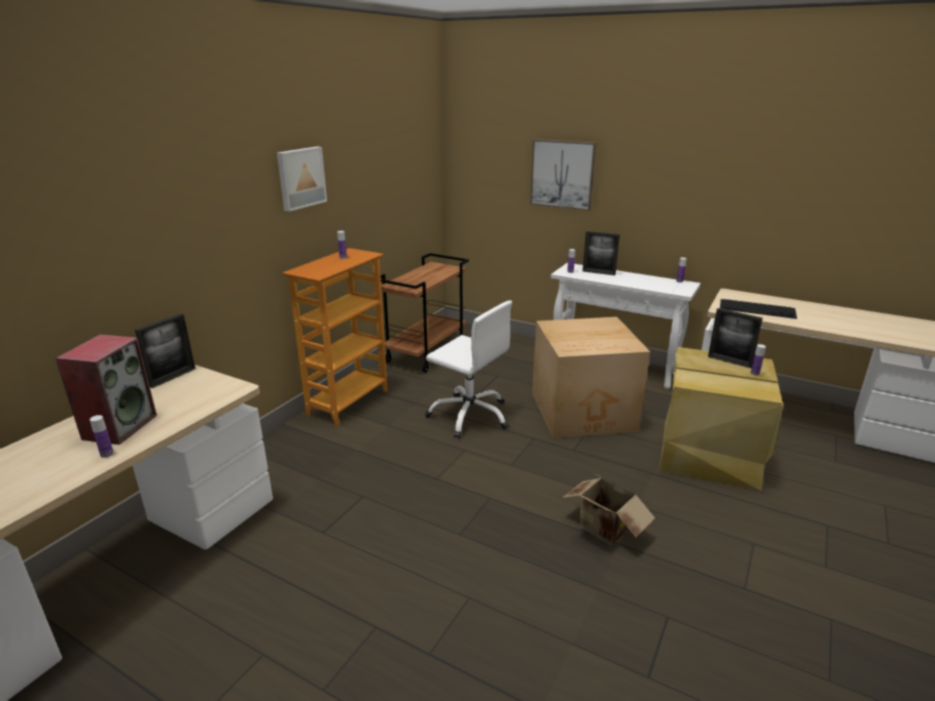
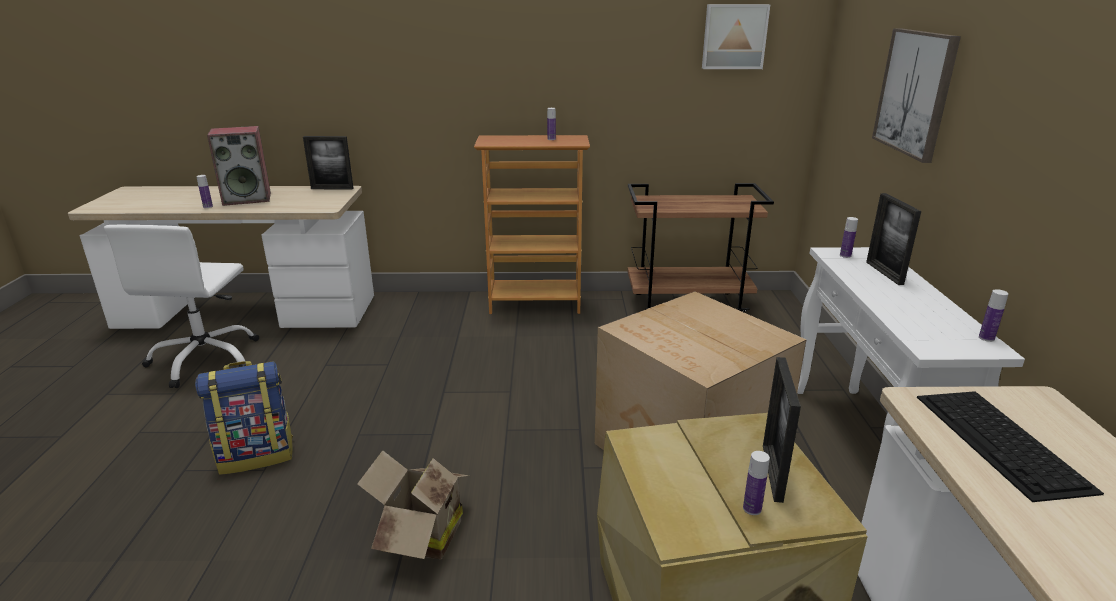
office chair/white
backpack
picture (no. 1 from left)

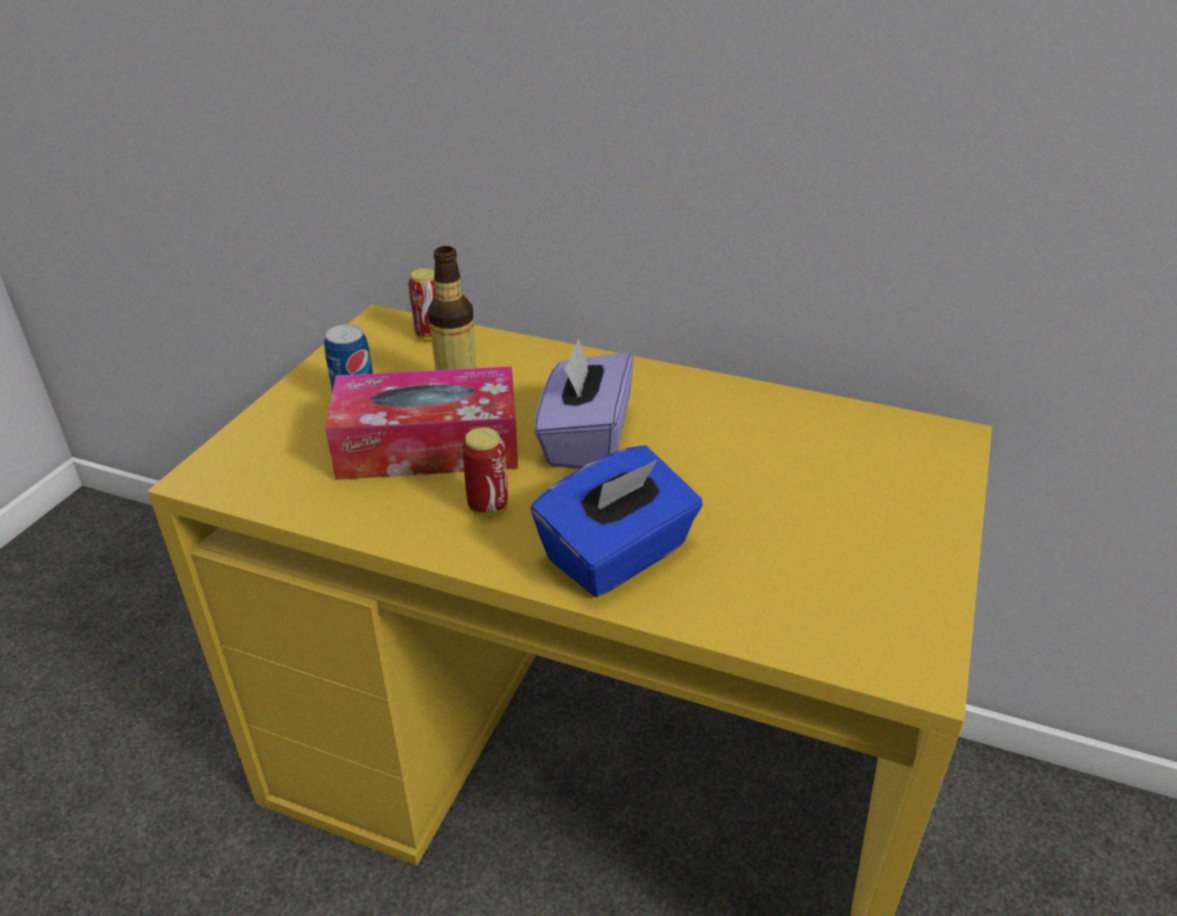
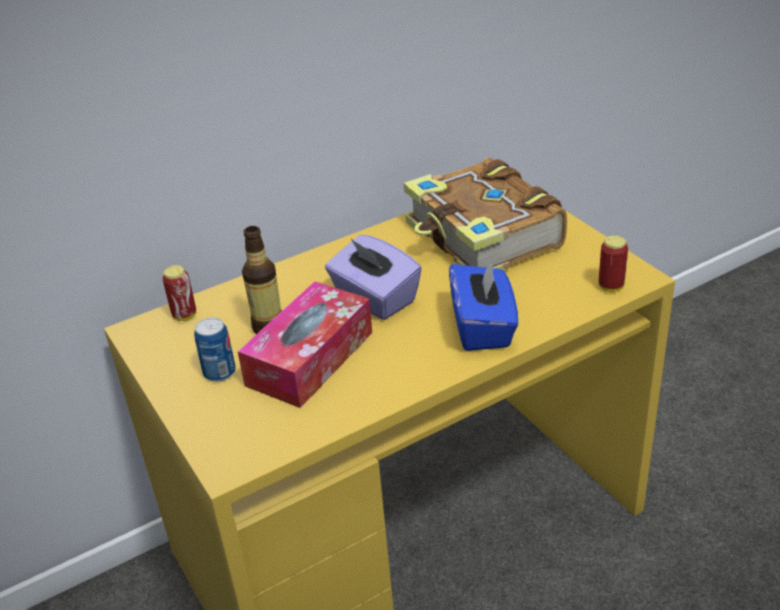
book
can (no. 3 from left)

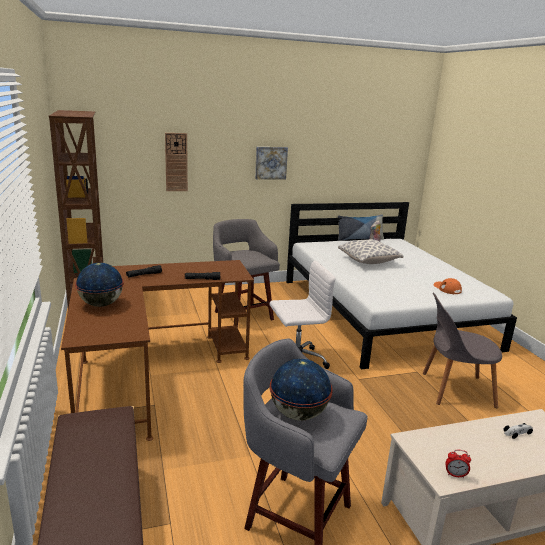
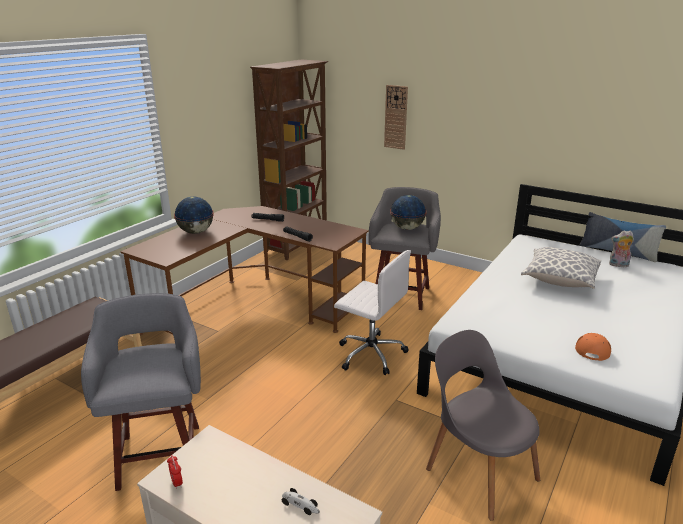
globe (no. 2 from left)
picture

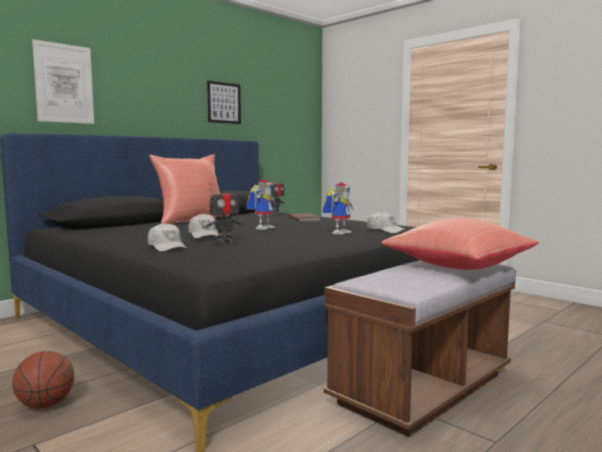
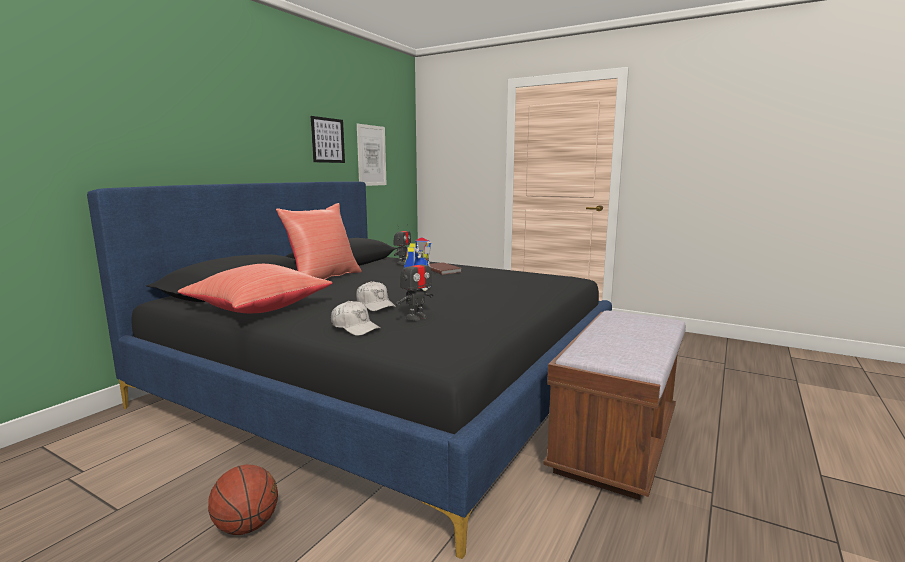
pillow/red (no. 1 from left)
picture (no. 2 from left)
toy robot (no. 4 from left in the first image)
cap/white (no. 3 from left in the first image)

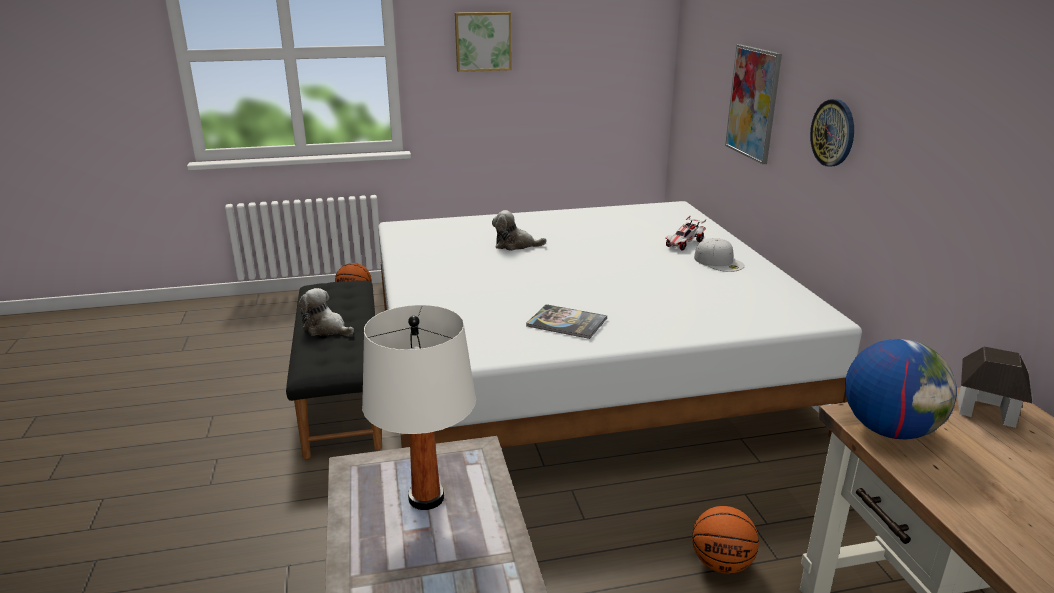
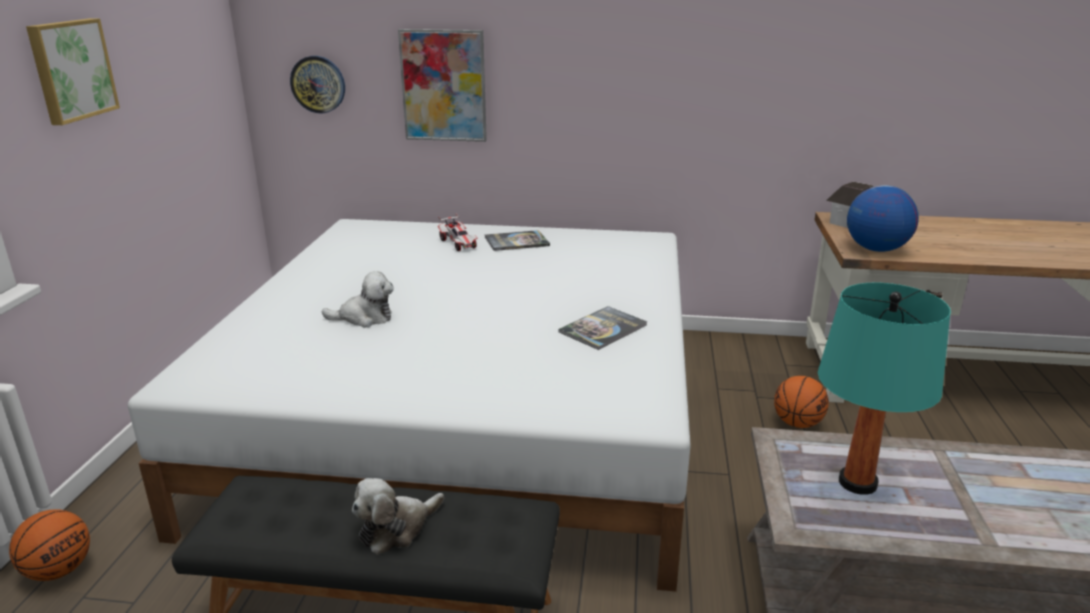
wall clock
plush toy (no. 1 from left)
book (no. 1 from left)
table lamp/turquoise

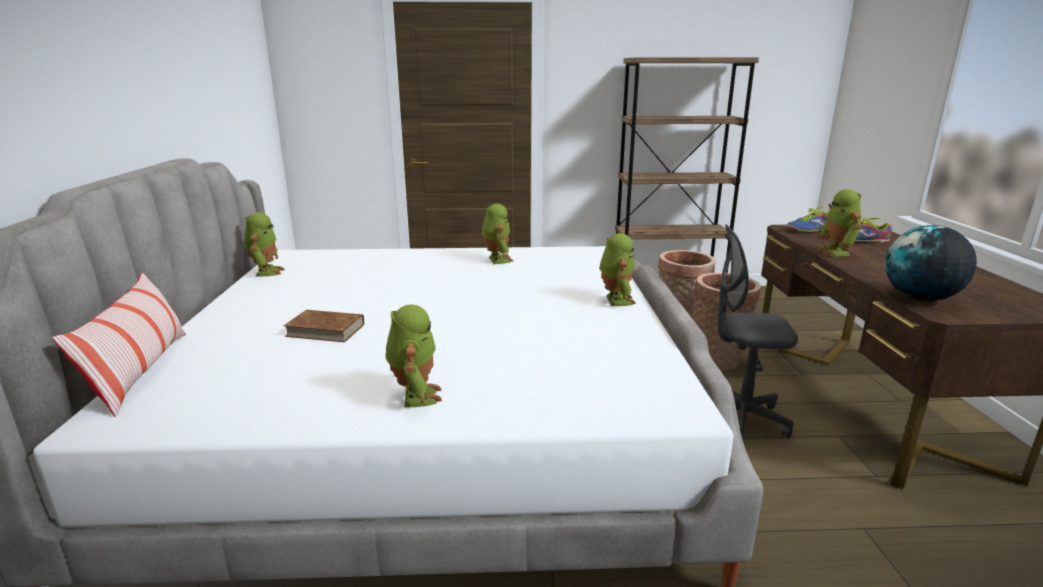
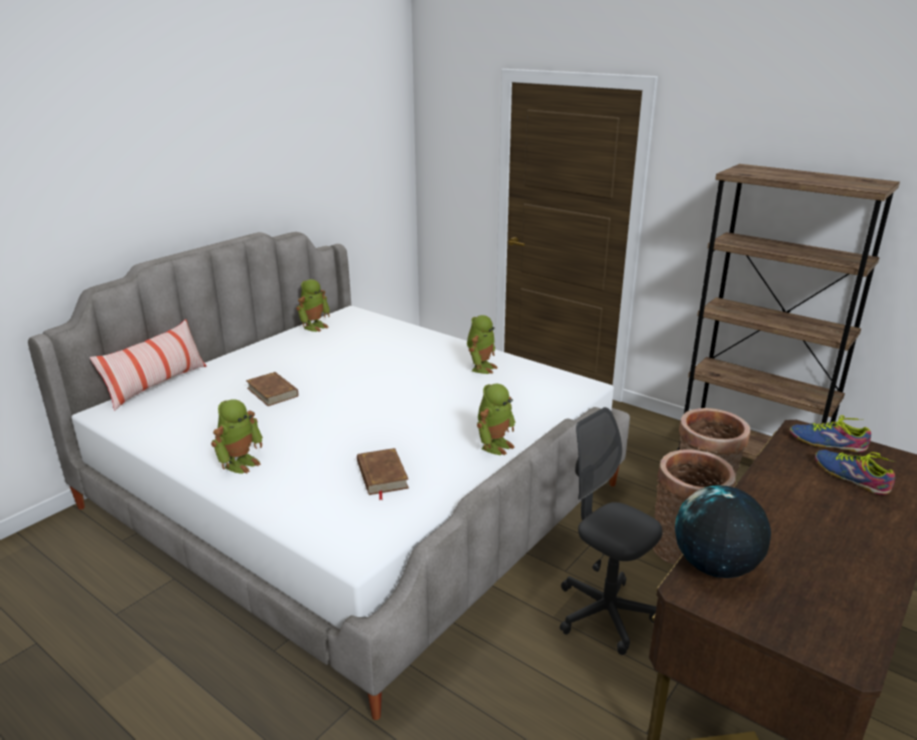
book/brown (no. 2 from left)
toy robot (no. 5 from left in the first image)

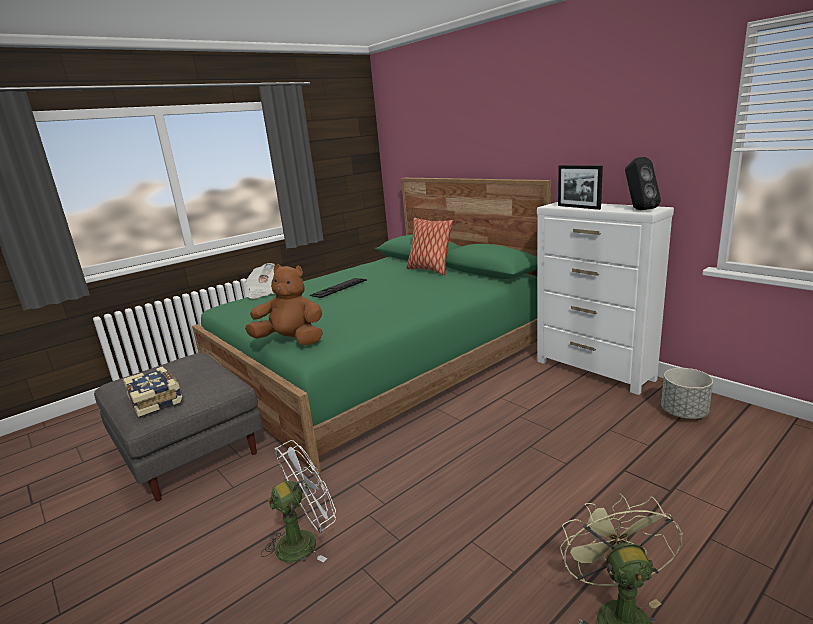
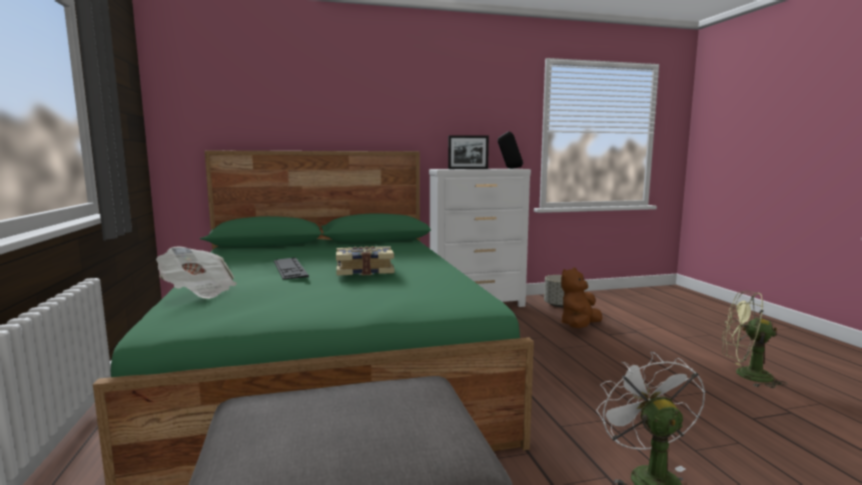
book
plush toy/brown
pillow

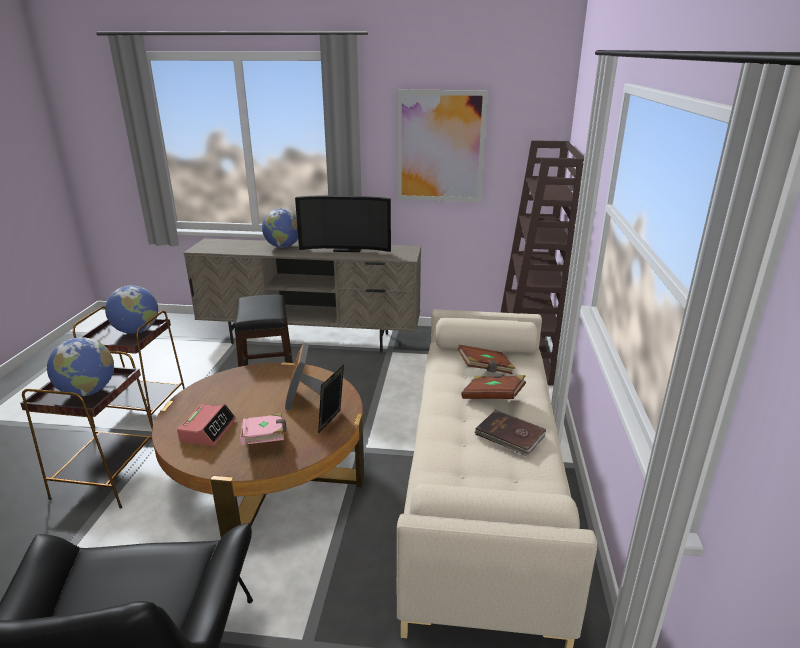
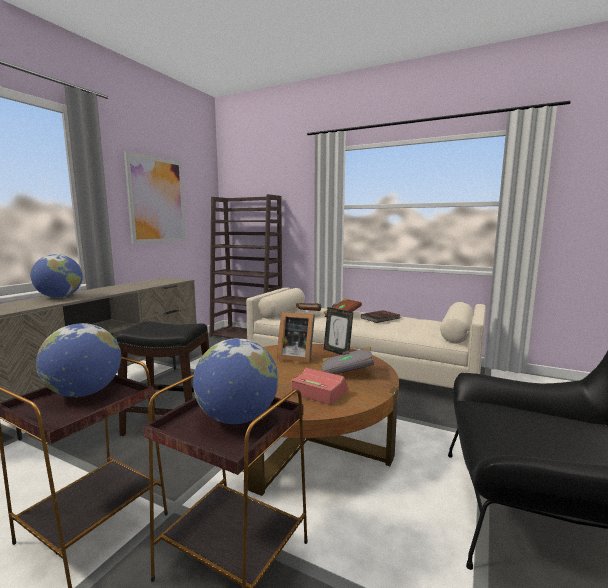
book/grey
television

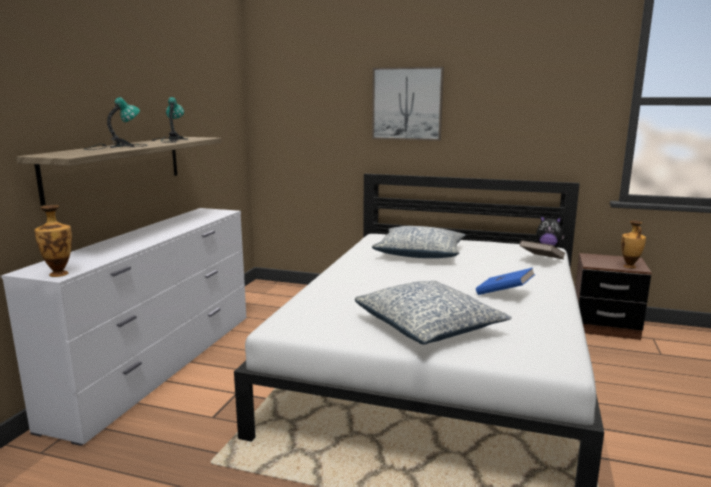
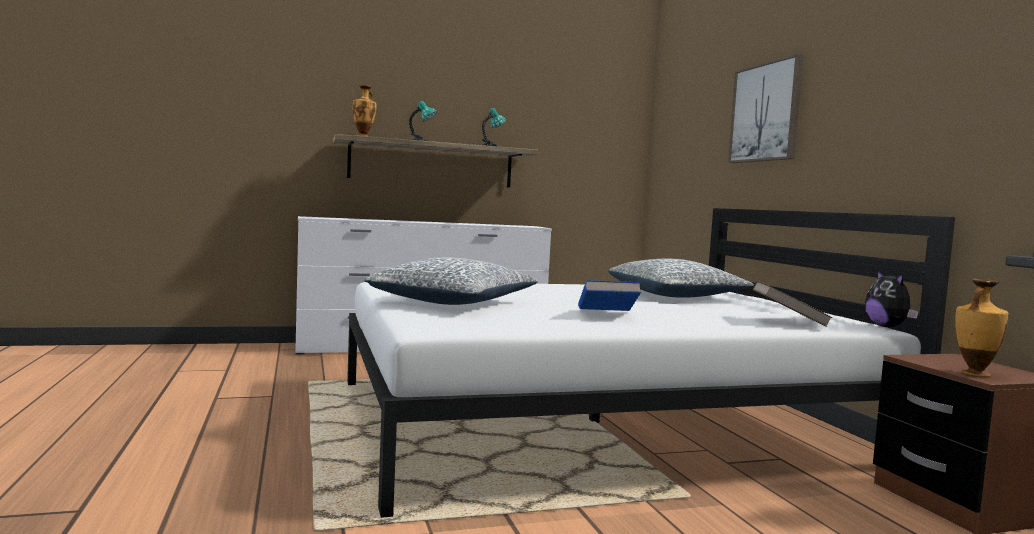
vase (no. 1 from left)

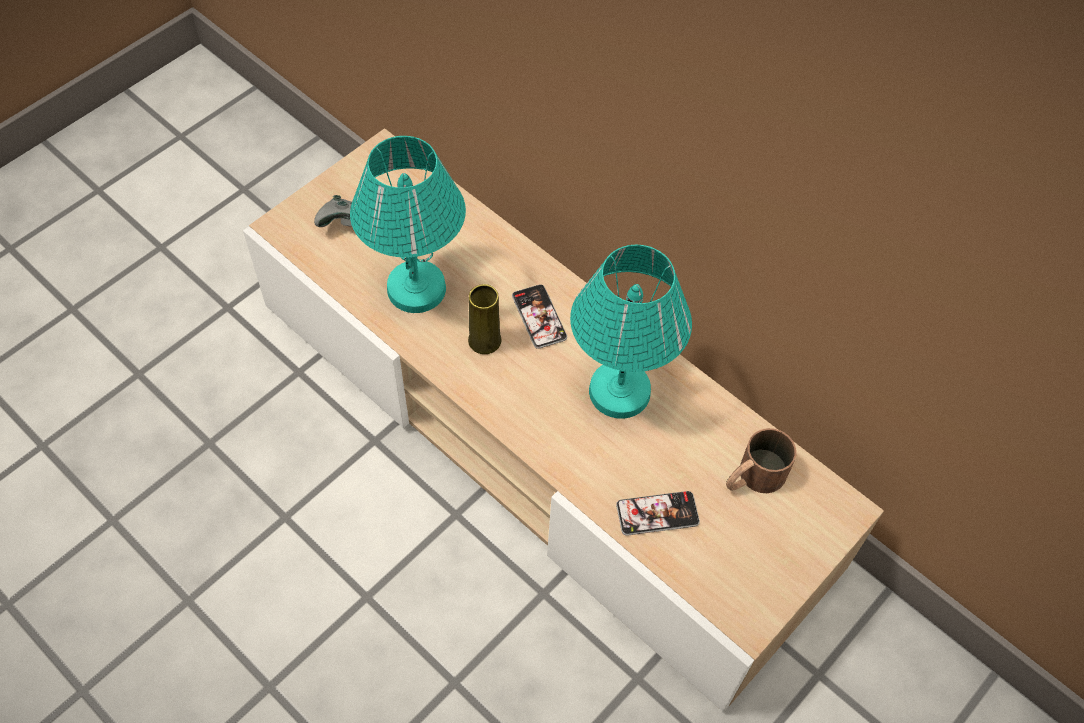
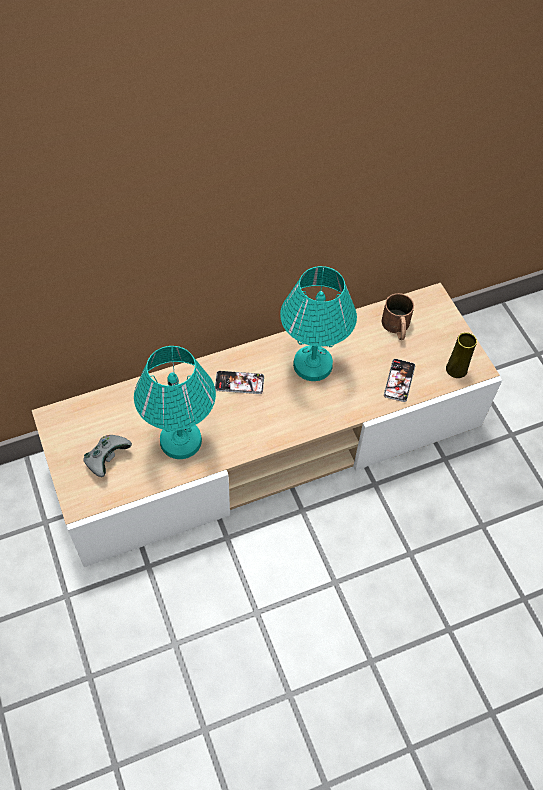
vase/yellow

